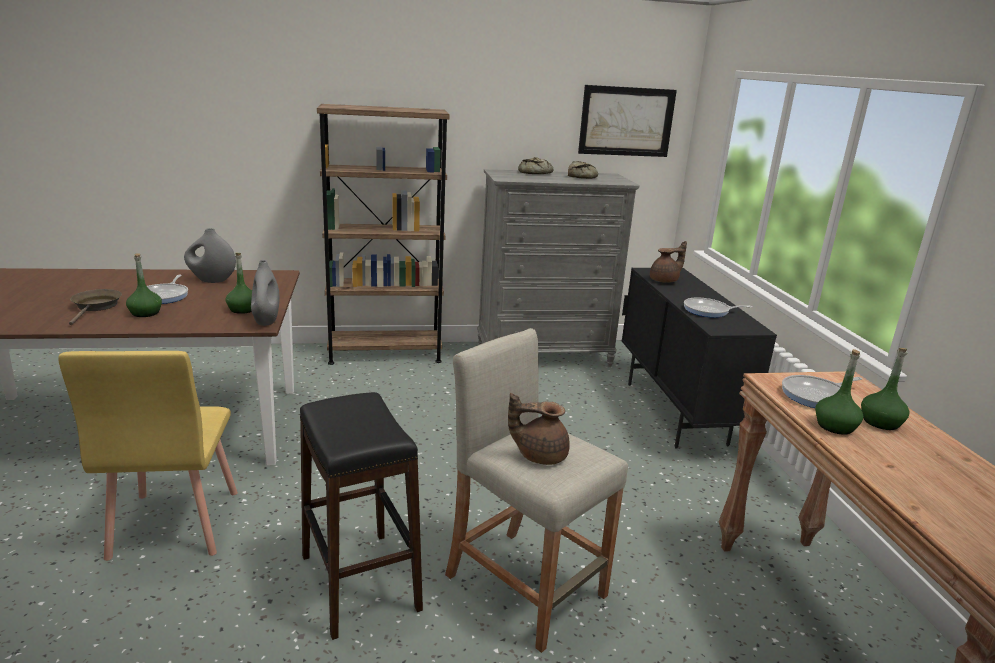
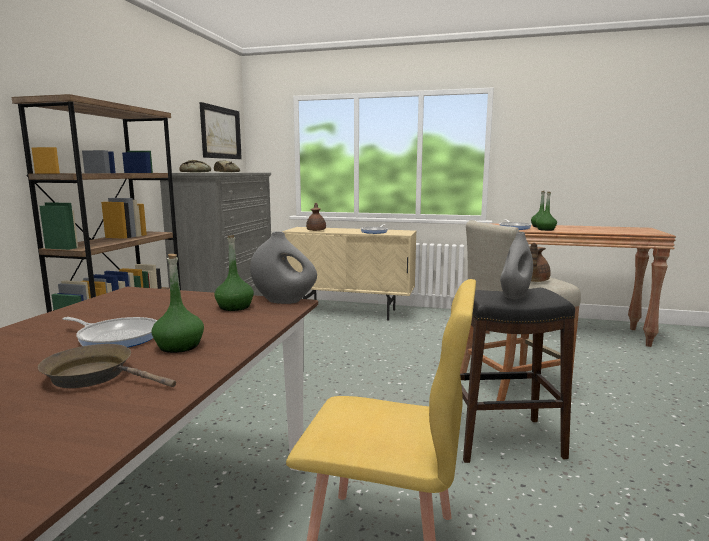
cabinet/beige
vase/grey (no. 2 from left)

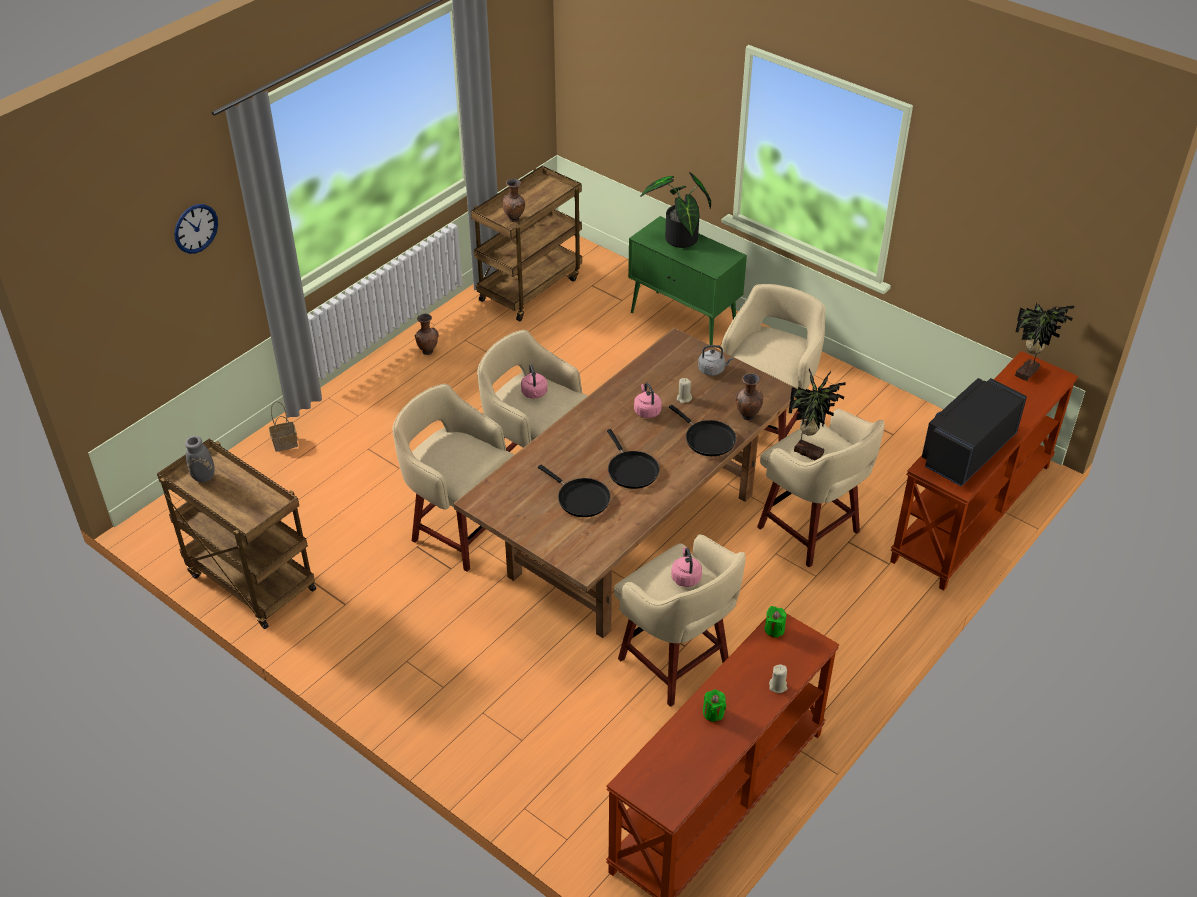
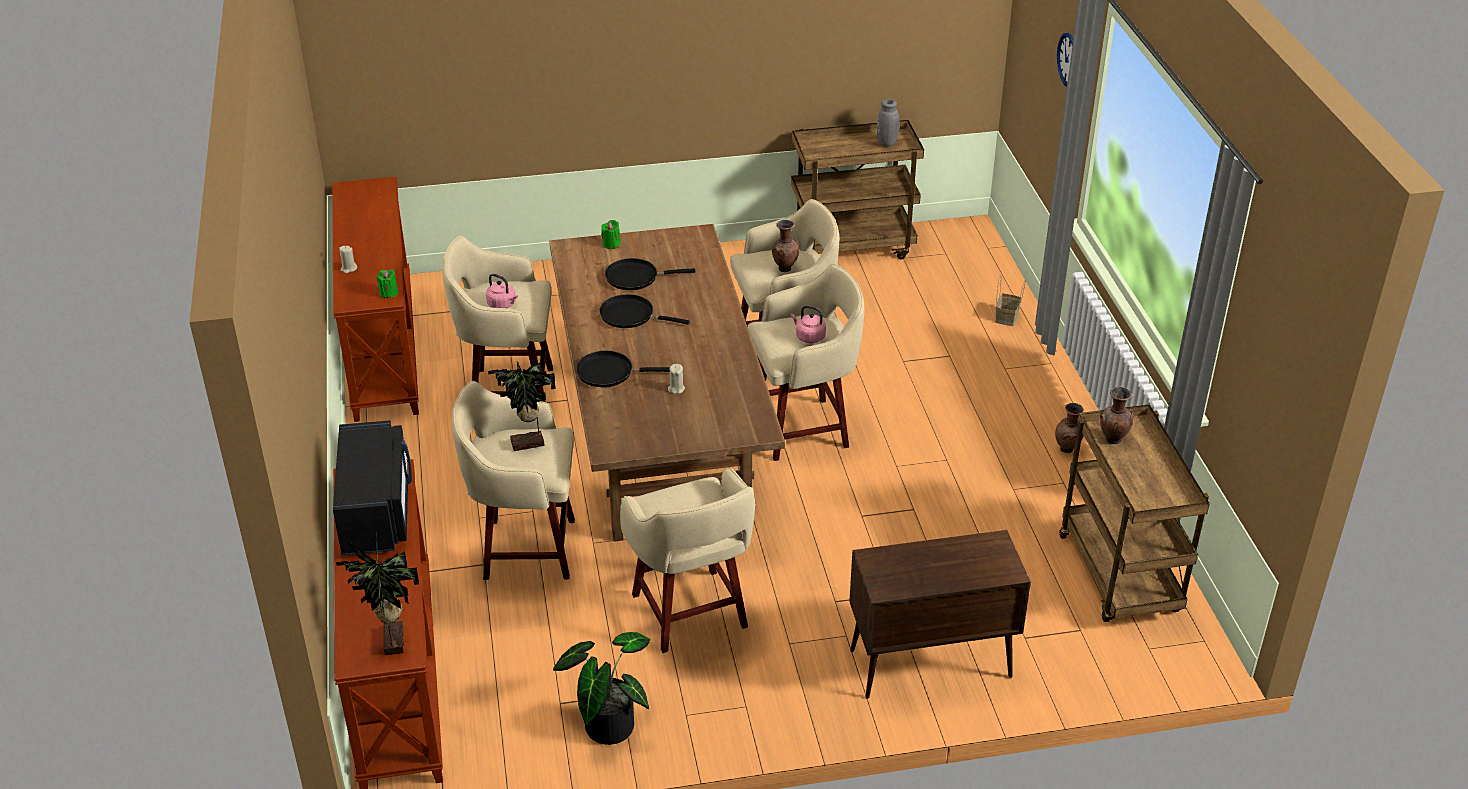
potted plant (no. 3 from left)
candle/green (no. 2 from left)
vase/brown (no. 1 from left)
cabinet/brown
kettle/pink (no. 2 from left in the first image)
kettle/grey

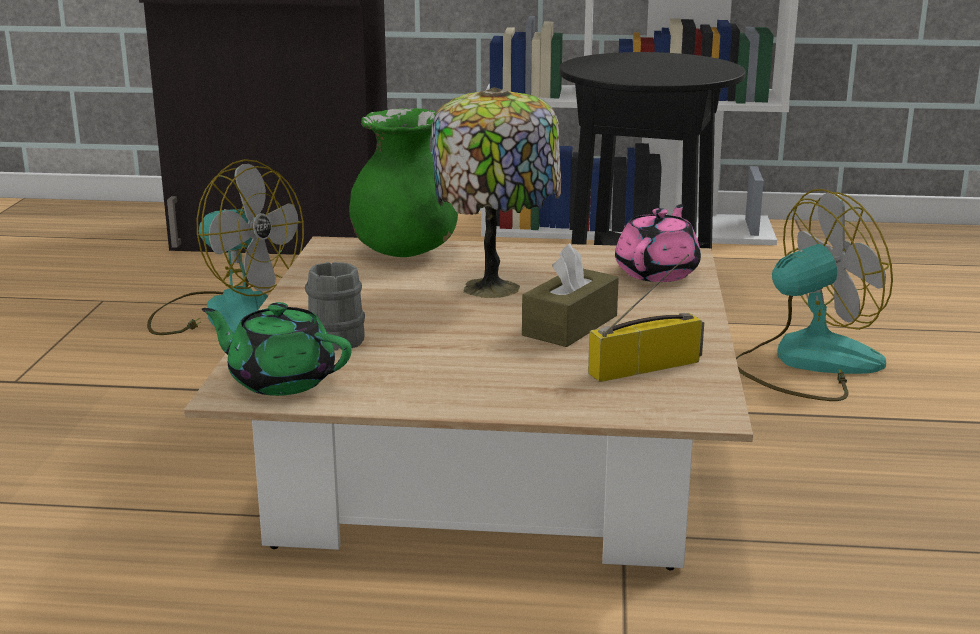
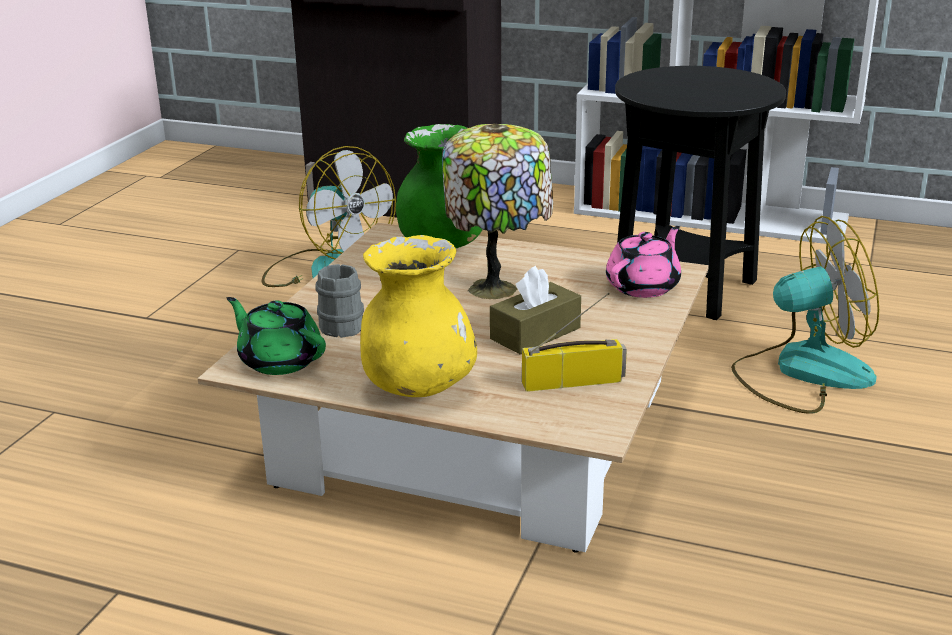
vase/yellow

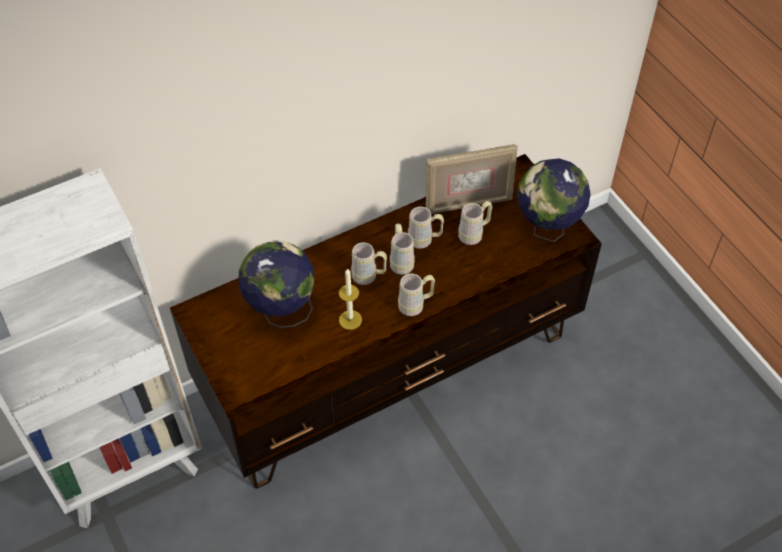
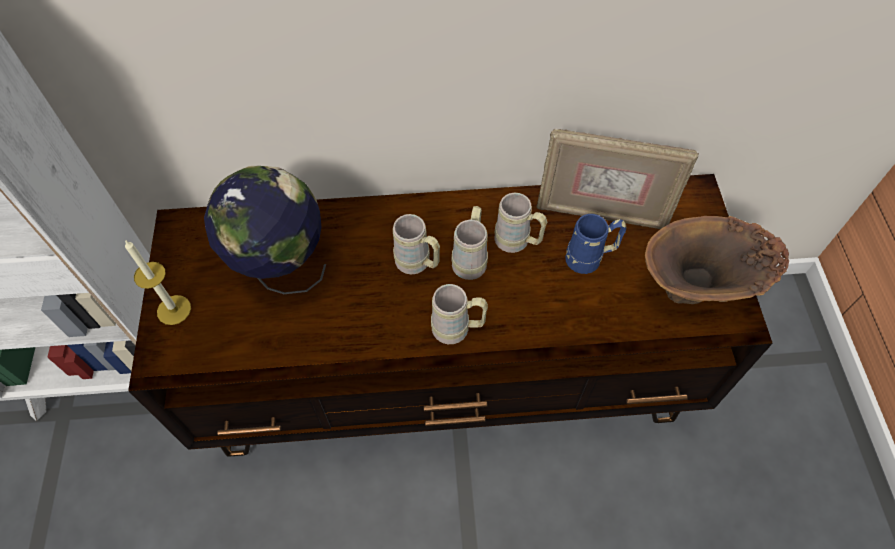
candle
mug/blue
vase/brown

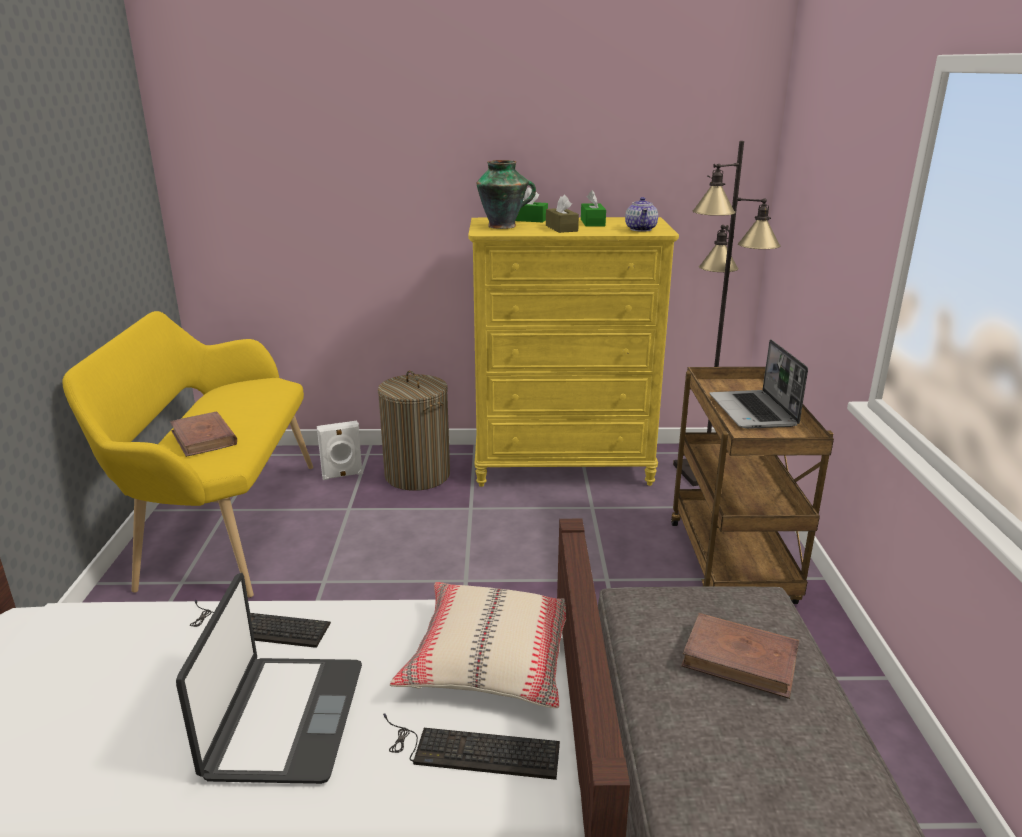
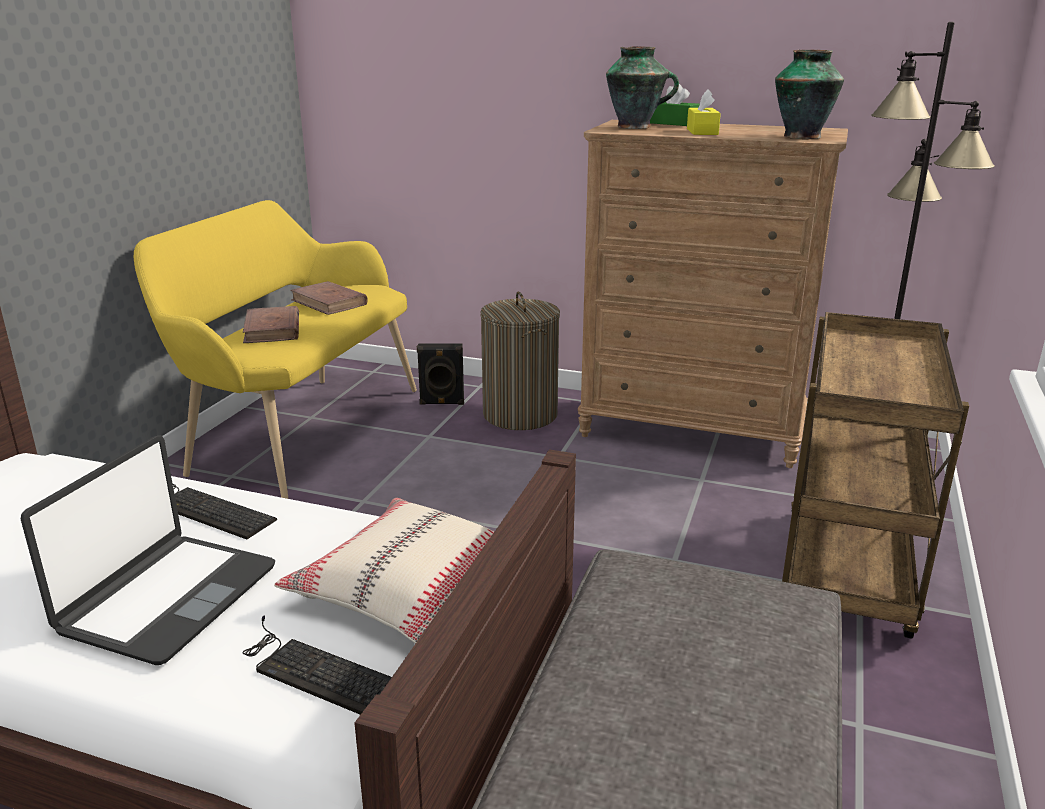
book/brown (no. 2 from left)
speaker/black
dresser/brown
tissue box/yellow
vase (no. 2 from left)
tissue box/green (no. 2 from left in the first image)
laptop (no. 2 from left in the first image)

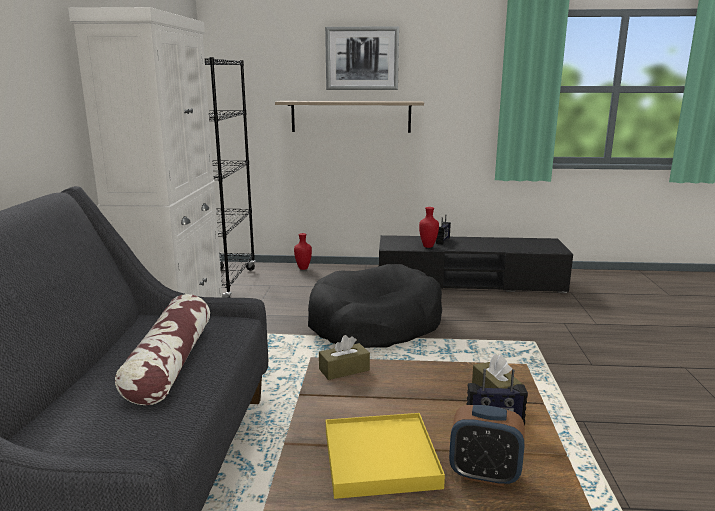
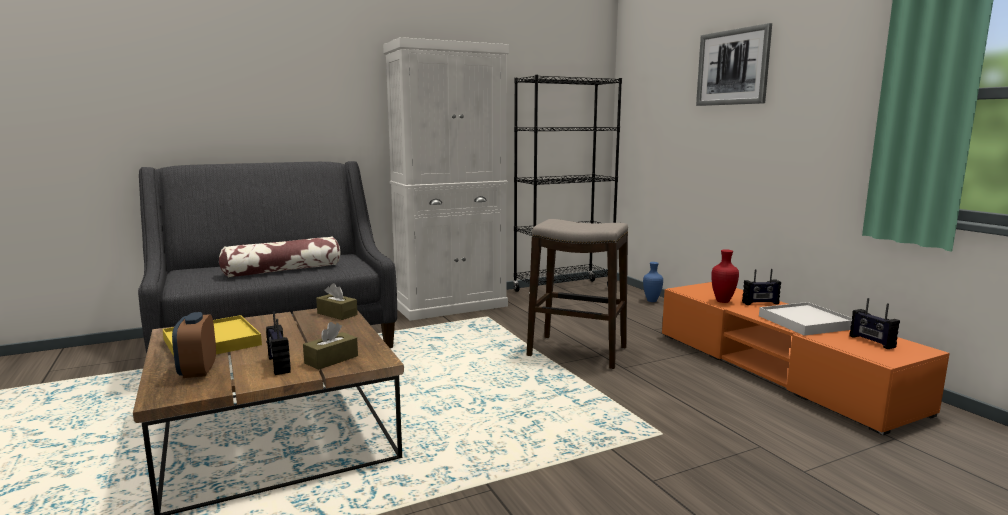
stool
vase/blue
tv stand/orange
tray/white
radio (no. 3 from left)
shelf

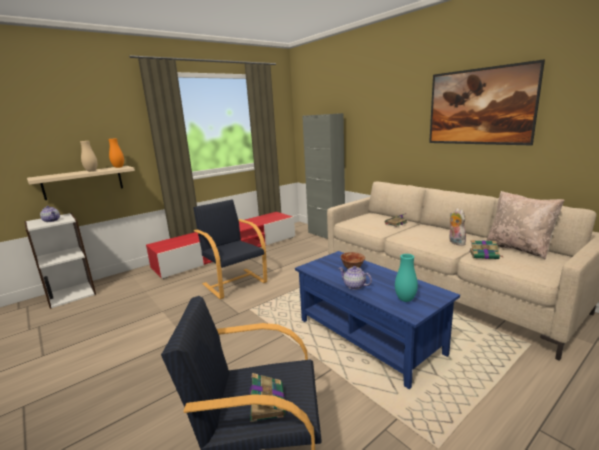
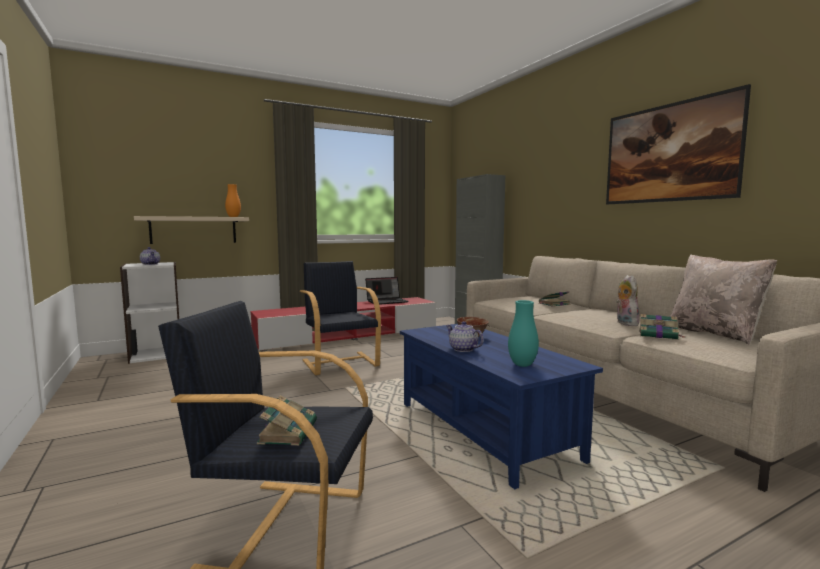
laptop
vase/beige

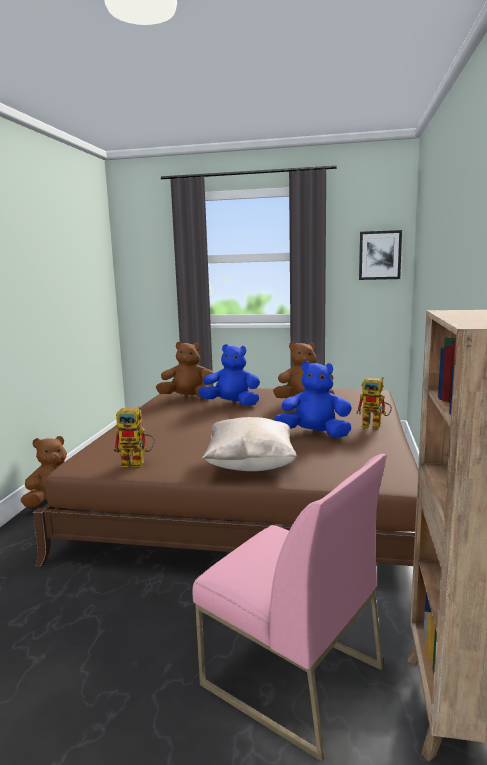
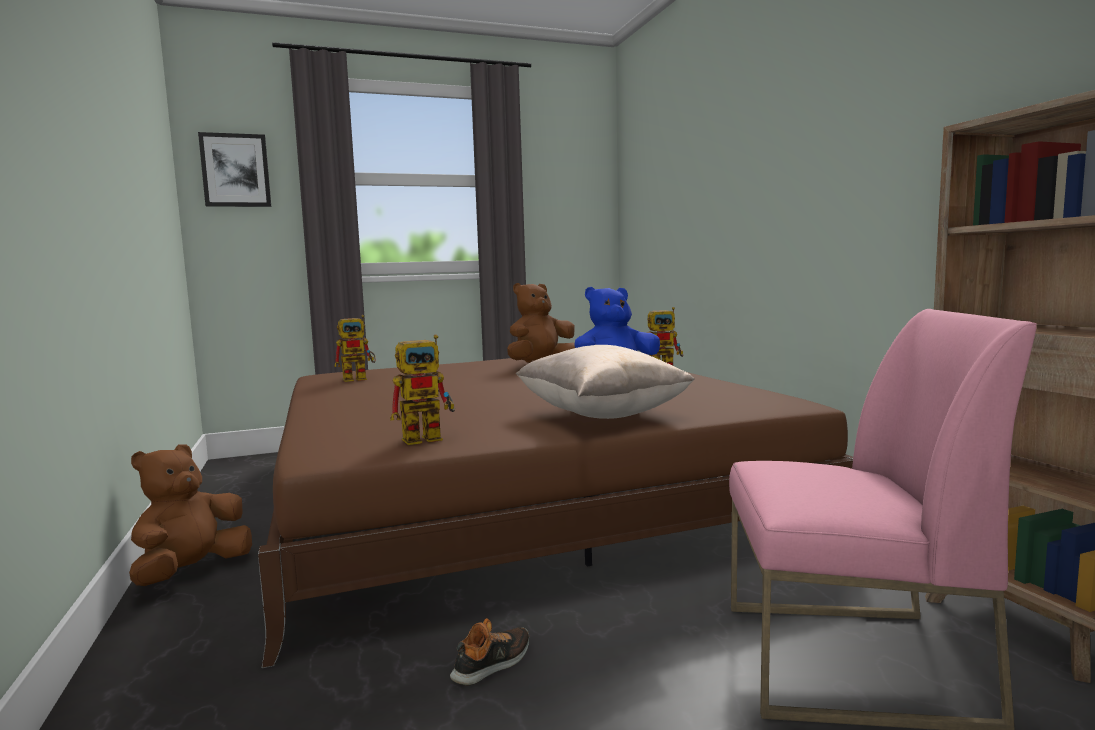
picture
toy robot (no. 1 from left)
shoe
plush toy/blue (no. 1 from left in the first image)

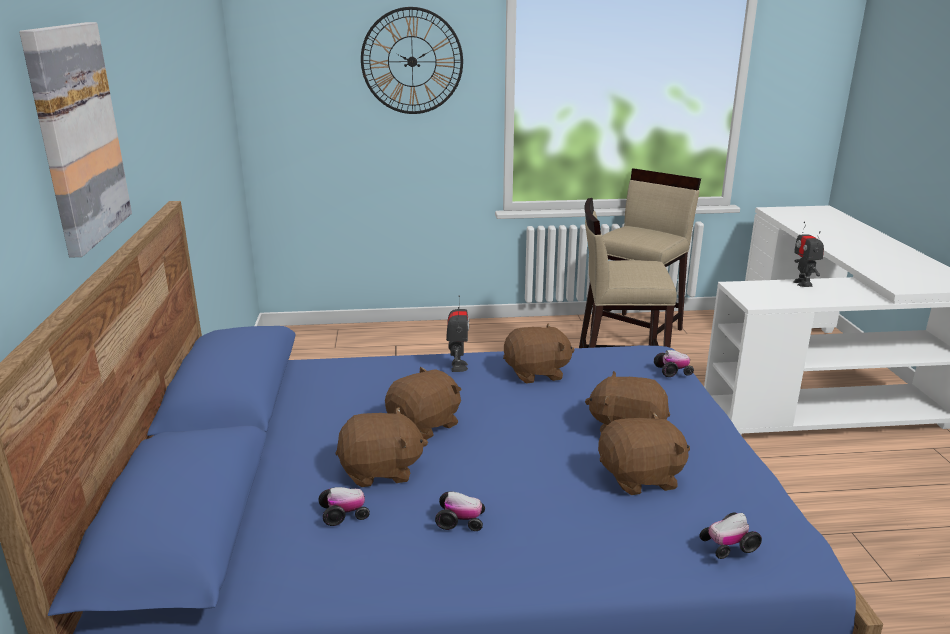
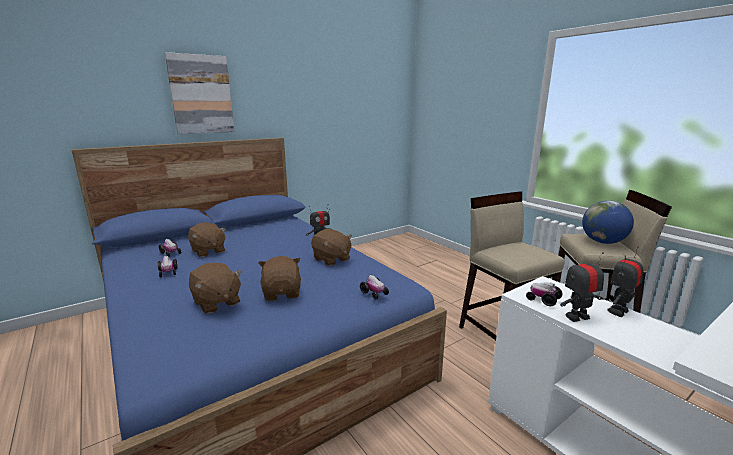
toy car (no. 4 from left)
toy robot (no. 2 from left)
globe
wall clock
plush toy/brown (no. 2 from left in the first image)

